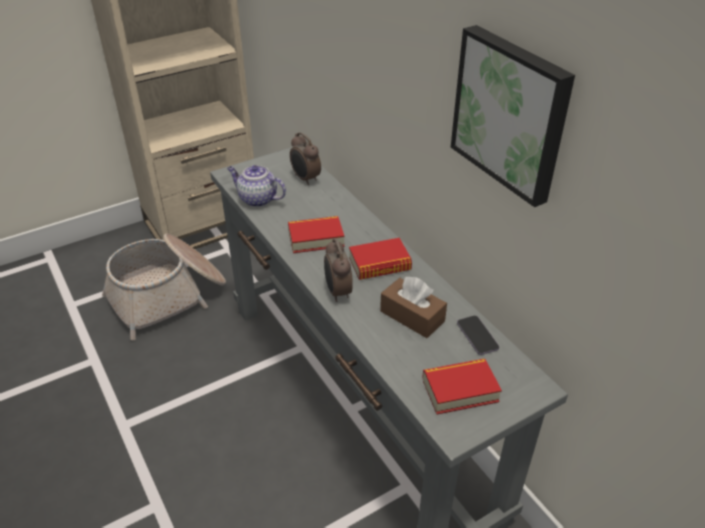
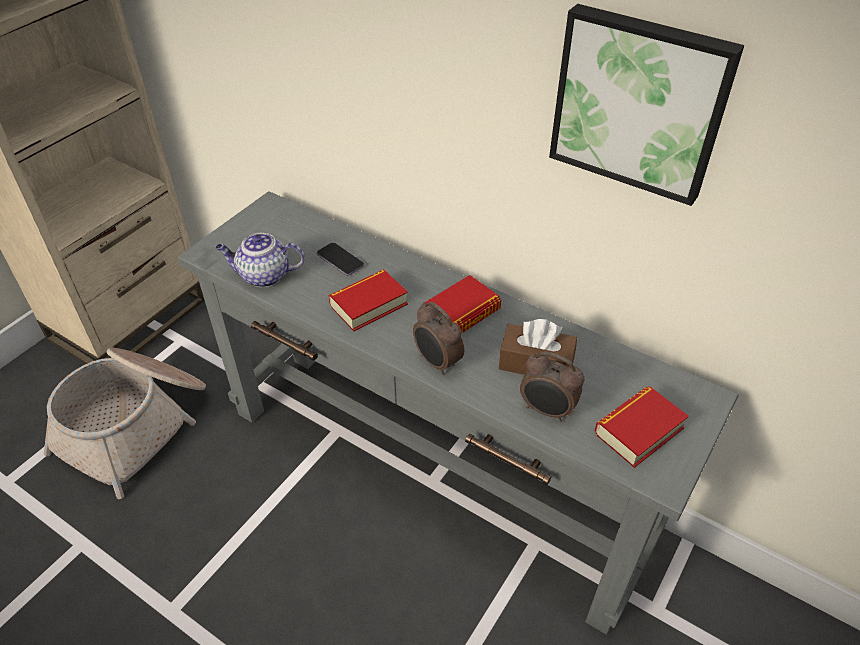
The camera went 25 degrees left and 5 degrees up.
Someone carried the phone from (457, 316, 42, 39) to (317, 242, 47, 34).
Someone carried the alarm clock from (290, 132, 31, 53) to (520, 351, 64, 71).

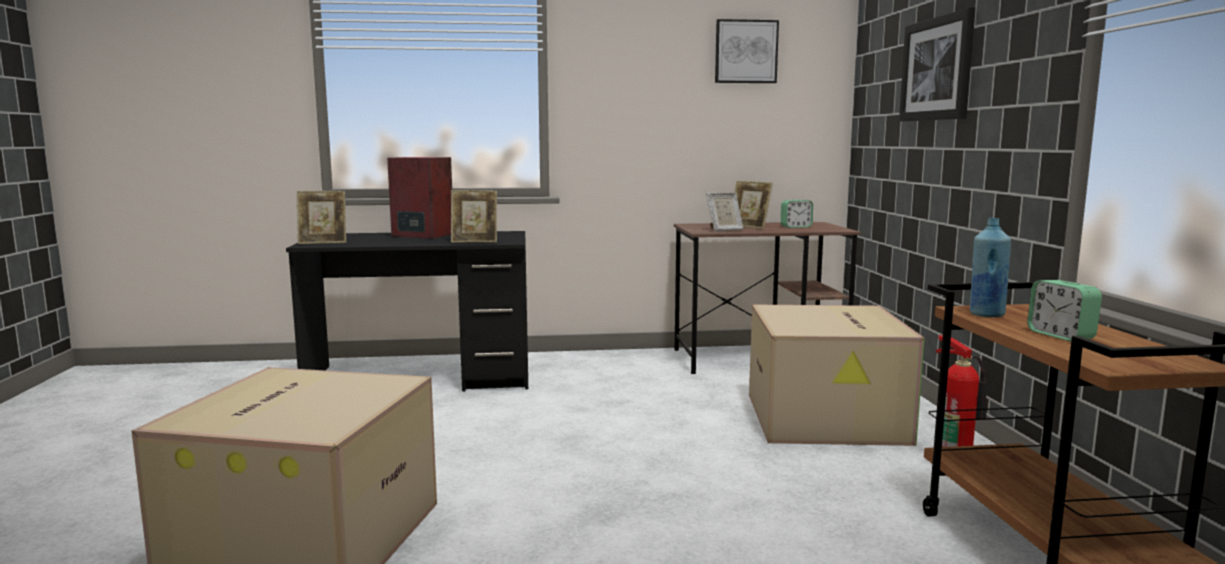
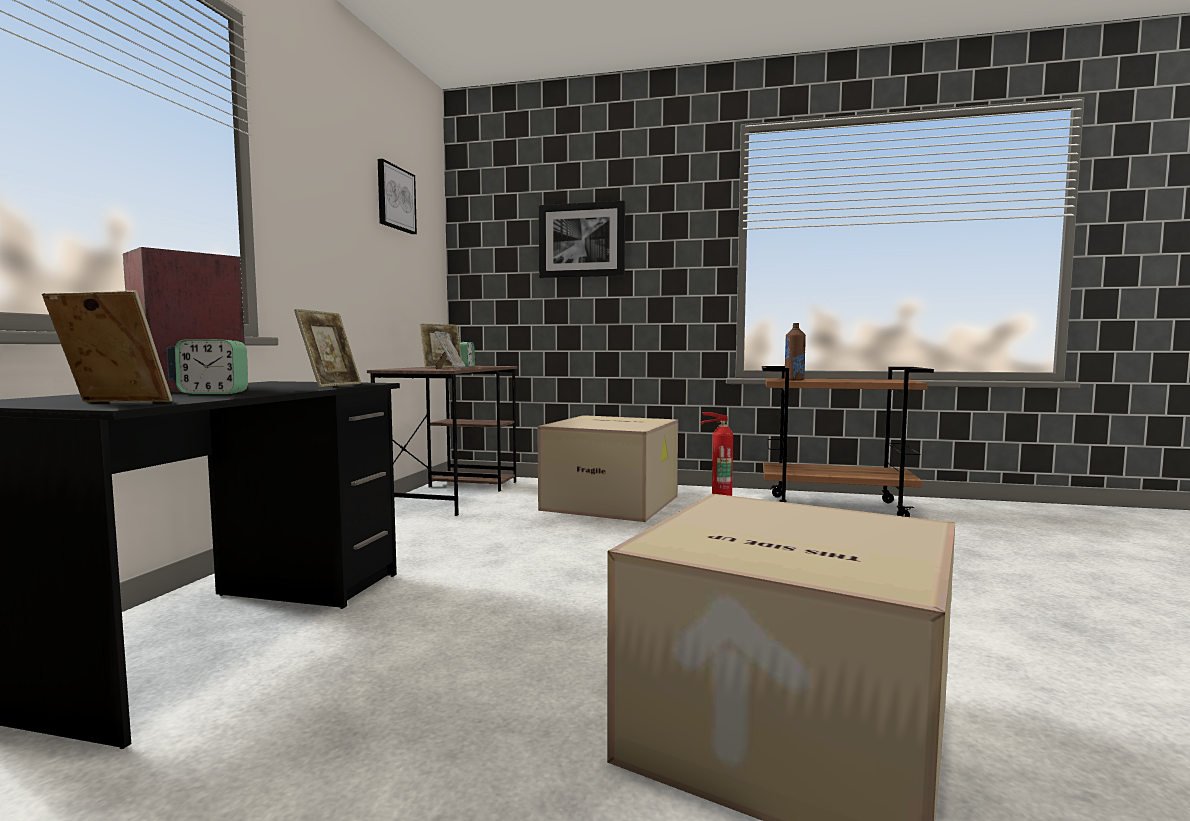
The camera went 70 degrees left and 5 degrees down.
Someone rotated the picture frame at (297, 191, 49, 53) by 90 degrees counterclockwise.
Someone carried the alarm clock from (1027, 280, 75, 62) to (175, 339, 73, 55).
Someone repainted the bottle in blue at (970, 218, 41, 99), which became the bottle in brown at (784, 323, 22, 58).

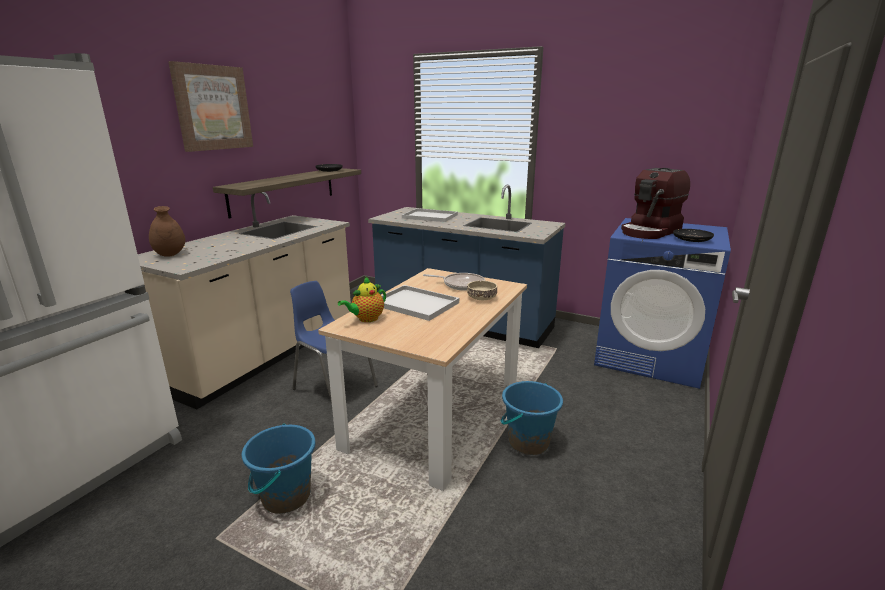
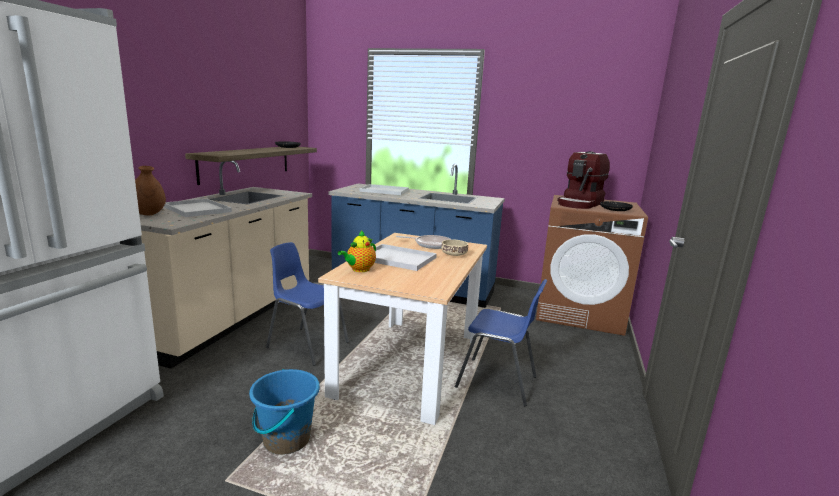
The camera went 10 degrees left and 5 degrees down.
Someone put down the tray in white at (164, 199, 68, 18).
Someone swapped the bucket in blue at (501, 381, 62, 74) for the chair in blue at (455, 279, 93, 127).
Someone repainted the washing machine in blue at (594, 218, 137, 171), which became the washing machine in brown at (536, 195, 112, 141).
Someone took away the picture at (168, 61, 85, 91).

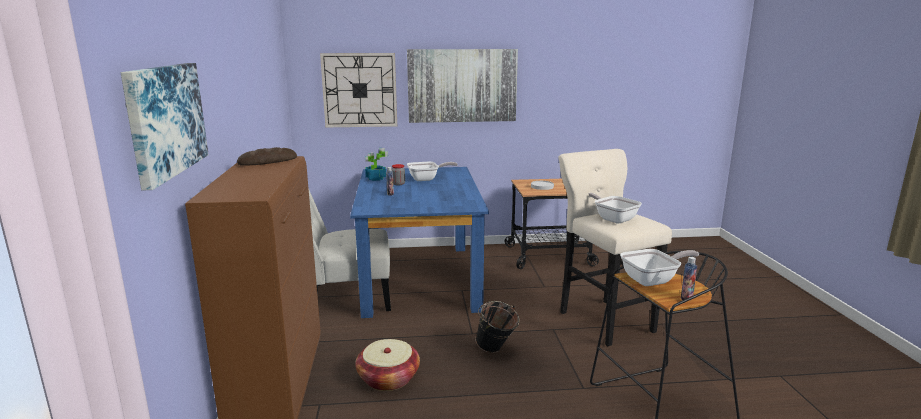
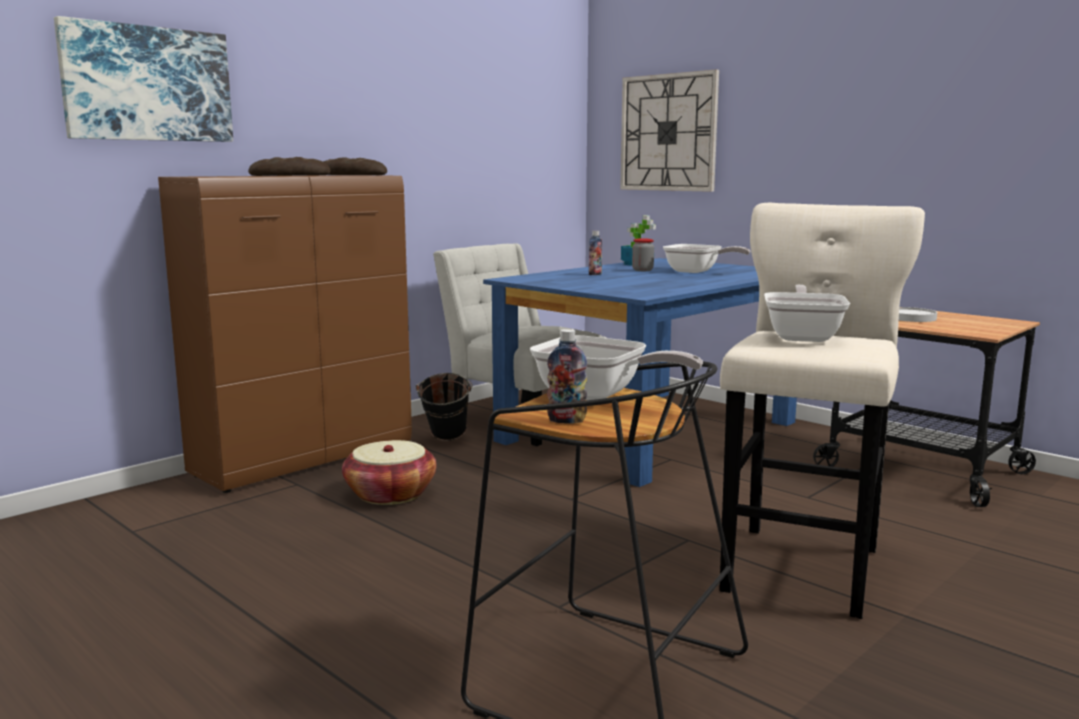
The camera went 50 degrees right and 5 degrees down.
Someone put down the bread at (248, 157, 83, 19).
Someone carried the bucket in black from (475, 301, 45, 52) to (416, 373, 56, 68).
Someone took away the picture at (407, 49, 111, 74).

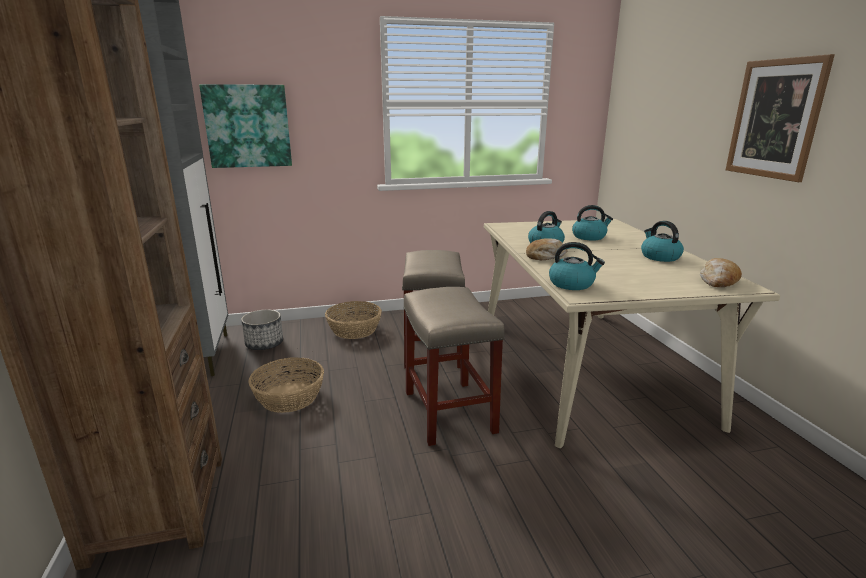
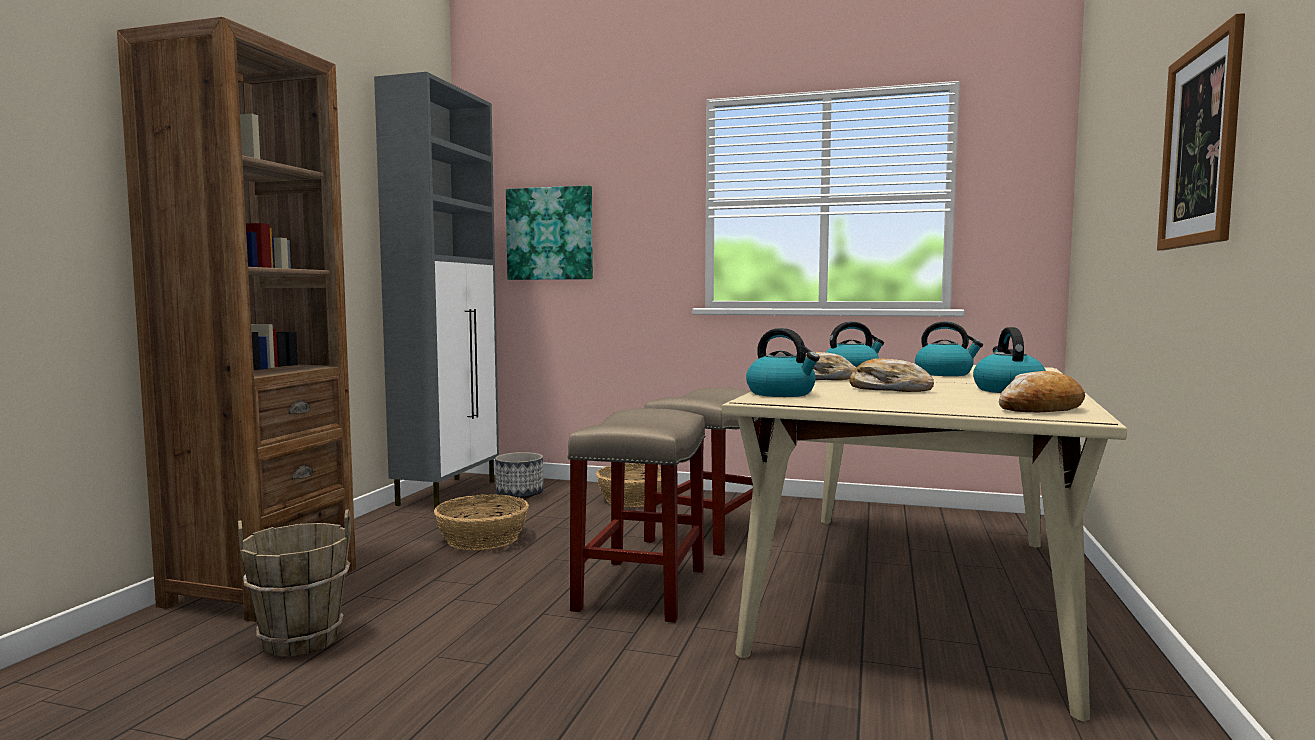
The camera went 30 degrees right and 15 degrees down.
Someone put down the bucket in brown at (238, 509, 113, 148).
Someone put down the bread at (850, 359, 84, 33).

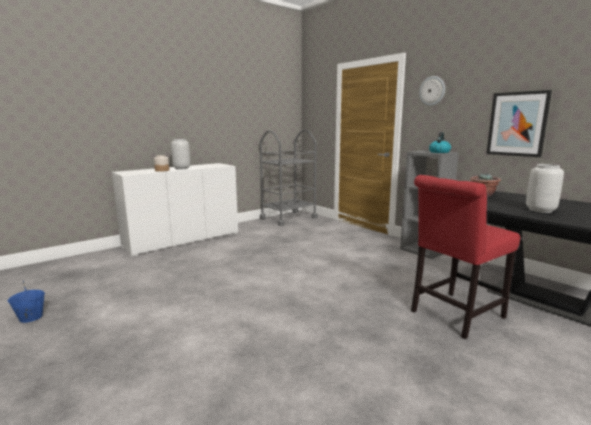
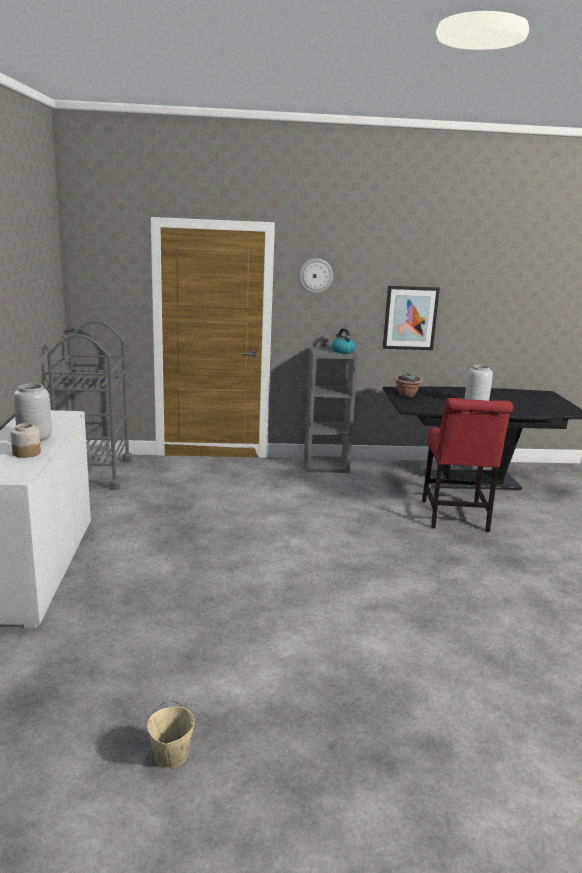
The camera went 55 degrees left and 5 degrees up.
Someone repainted the bucket in blue at (7, 280, 38, 43), which became the bucket in beige at (147, 700, 48, 68).

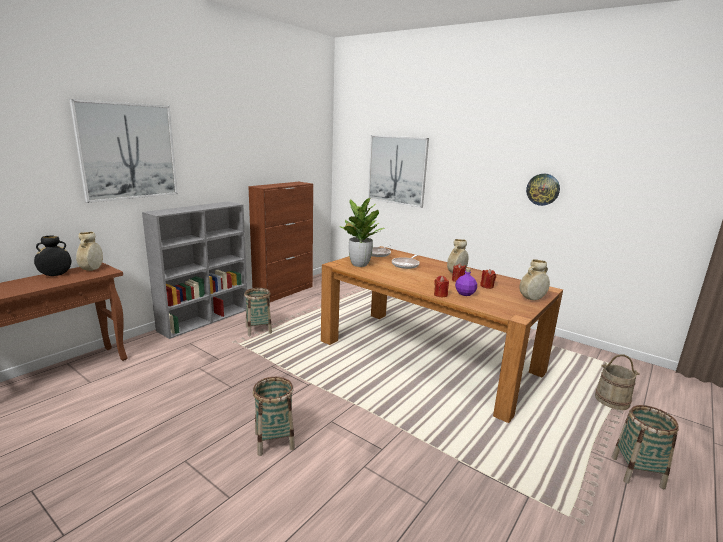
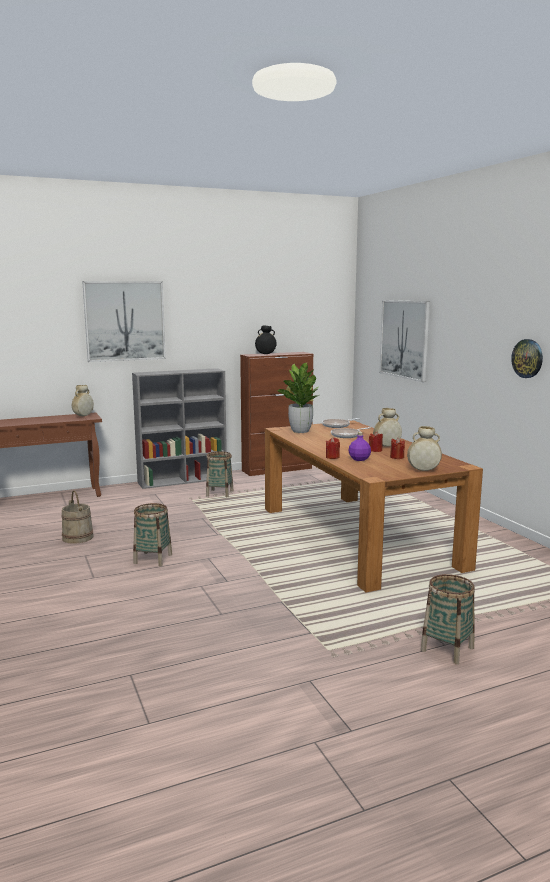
The camera went 30 degrees right and 5 degrees down.
Someone carried the bucket in beige from (595, 355, 45, 55) to (62, 491, 31, 53).
Someone carried the vase in black from (34, 235, 38, 41) to (255, 326, 22, 28).

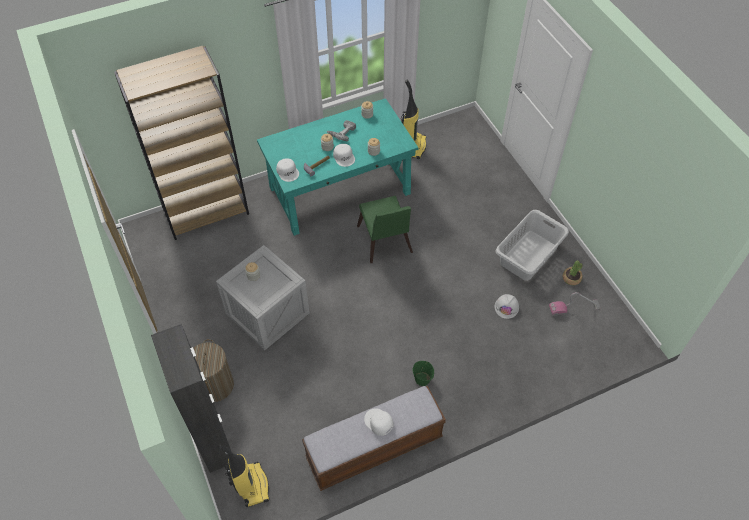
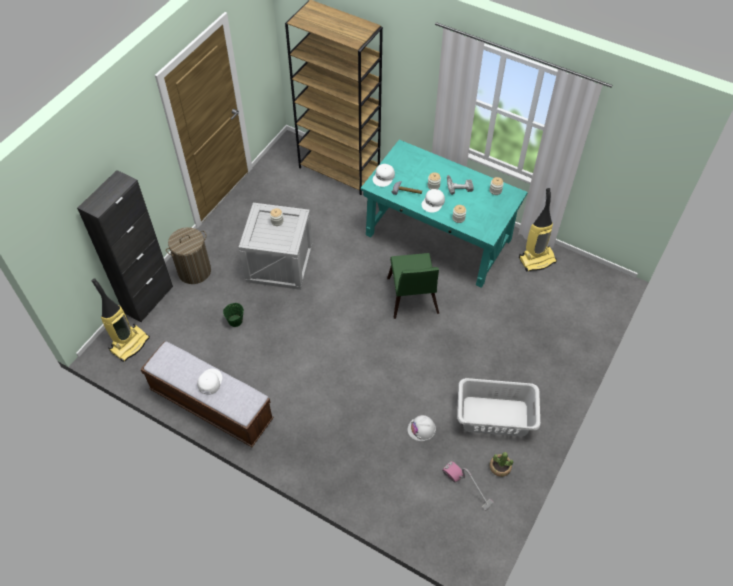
The camera went 55 degrees right and 0 degrees up.
Someone carried the bucket in green from (413, 361, 21, 25) to (223, 303, 21, 24).
Someone rotated the chair in green at (357, 196, 56, 67) by 45 degrees counterclockwise.

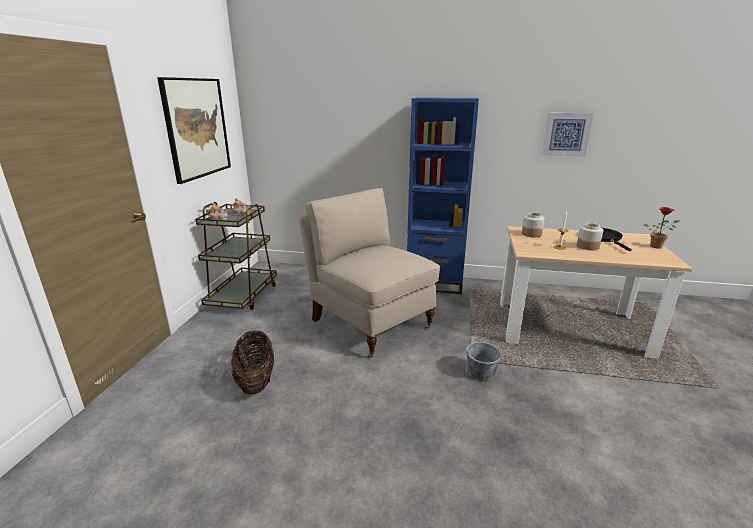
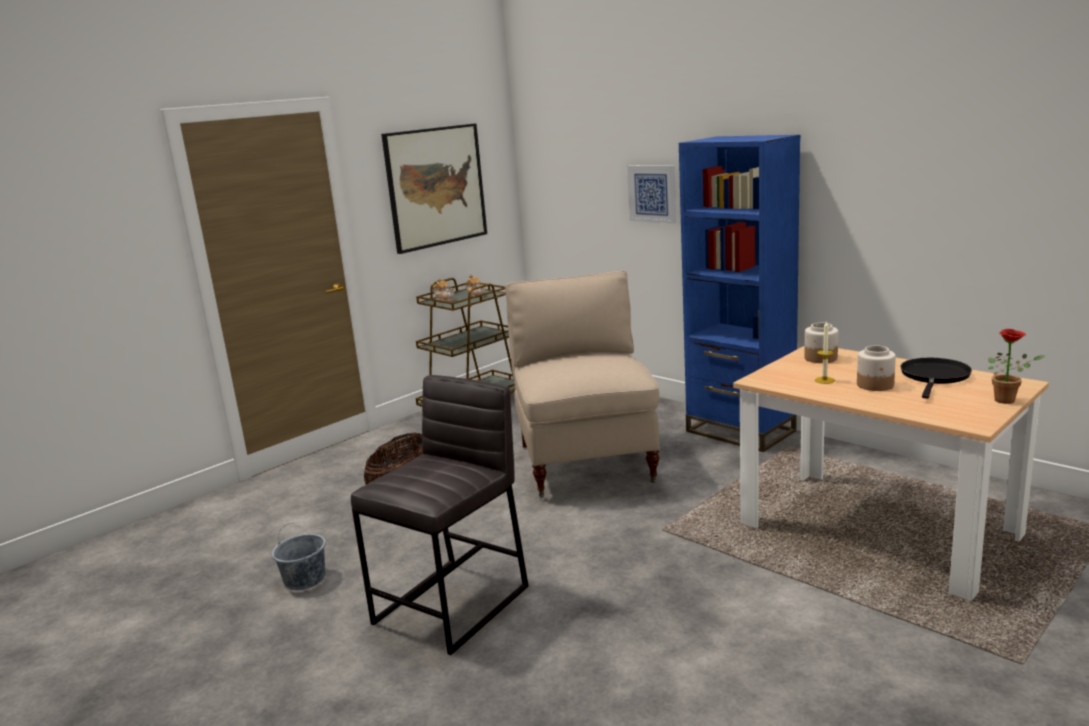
The camera went 35 degrees right and 5 degrees down.
Someone carried the bucket in grey from (466, 337, 36, 44) to (272, 523, 54, 67).
Someone put down the stool in grey at (351, 375, 178, 280).
Someone carried the picture from (542, 113, 51, 43) to (627, 165, 49, 59).

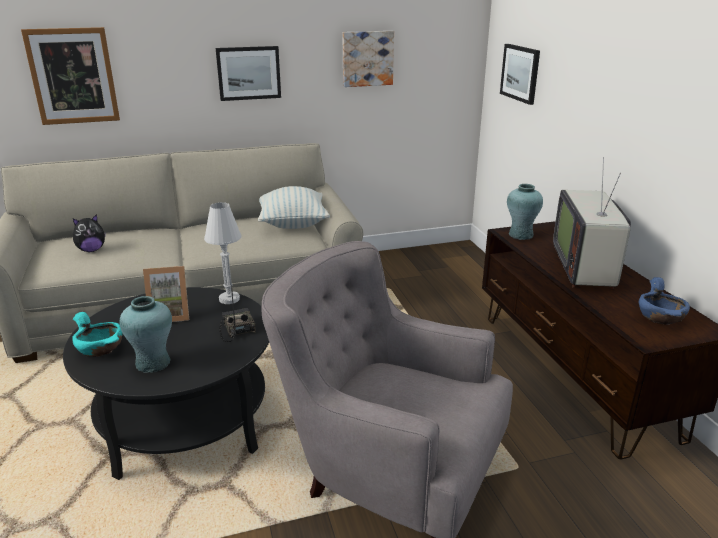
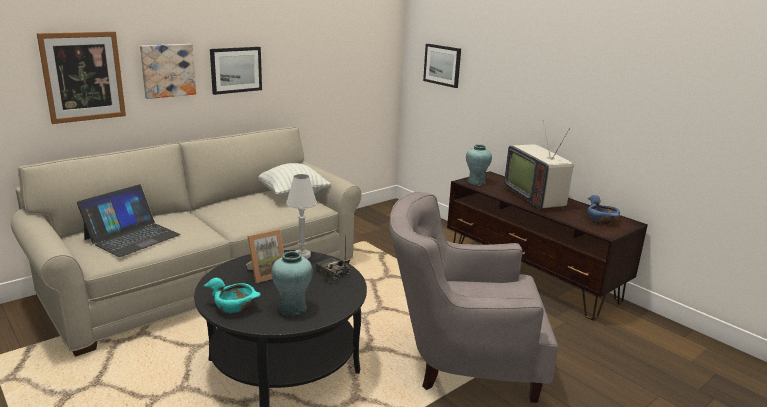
The camera went 25 degrees left and 5 degrees down.
Someone swapped the plush toy at (73, 214, 33, 38) for the laptop at (77, 184, 104, 73).
Someone carried the picture from (342, 31, 52, 56) to (140, 44, 56, 55).

